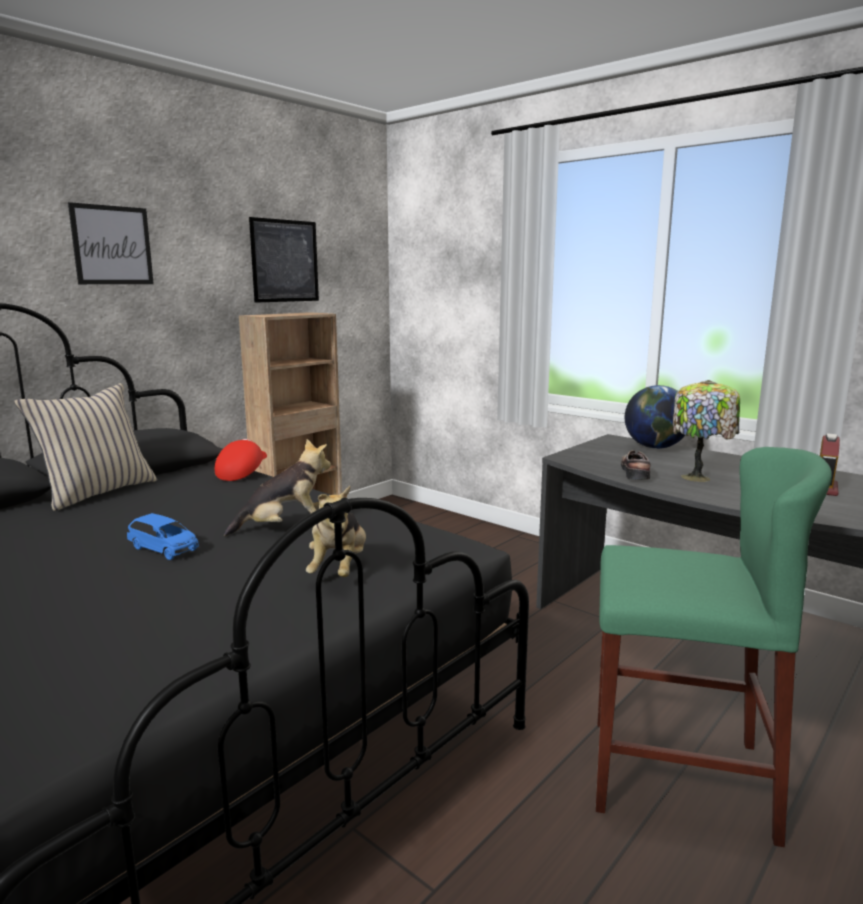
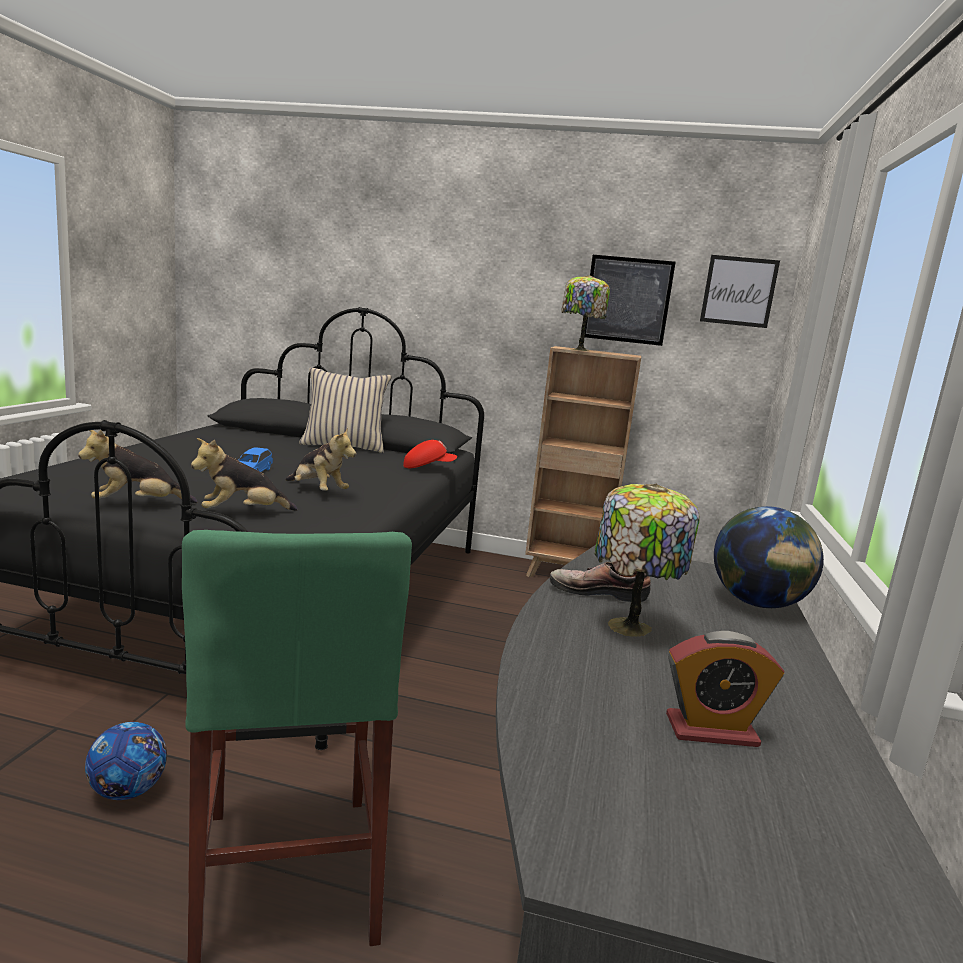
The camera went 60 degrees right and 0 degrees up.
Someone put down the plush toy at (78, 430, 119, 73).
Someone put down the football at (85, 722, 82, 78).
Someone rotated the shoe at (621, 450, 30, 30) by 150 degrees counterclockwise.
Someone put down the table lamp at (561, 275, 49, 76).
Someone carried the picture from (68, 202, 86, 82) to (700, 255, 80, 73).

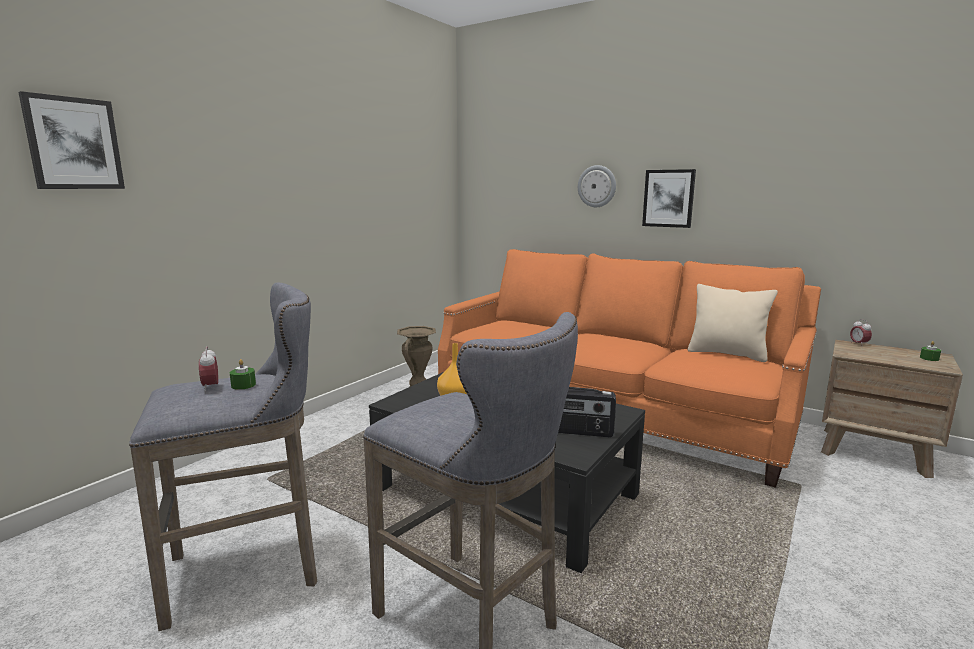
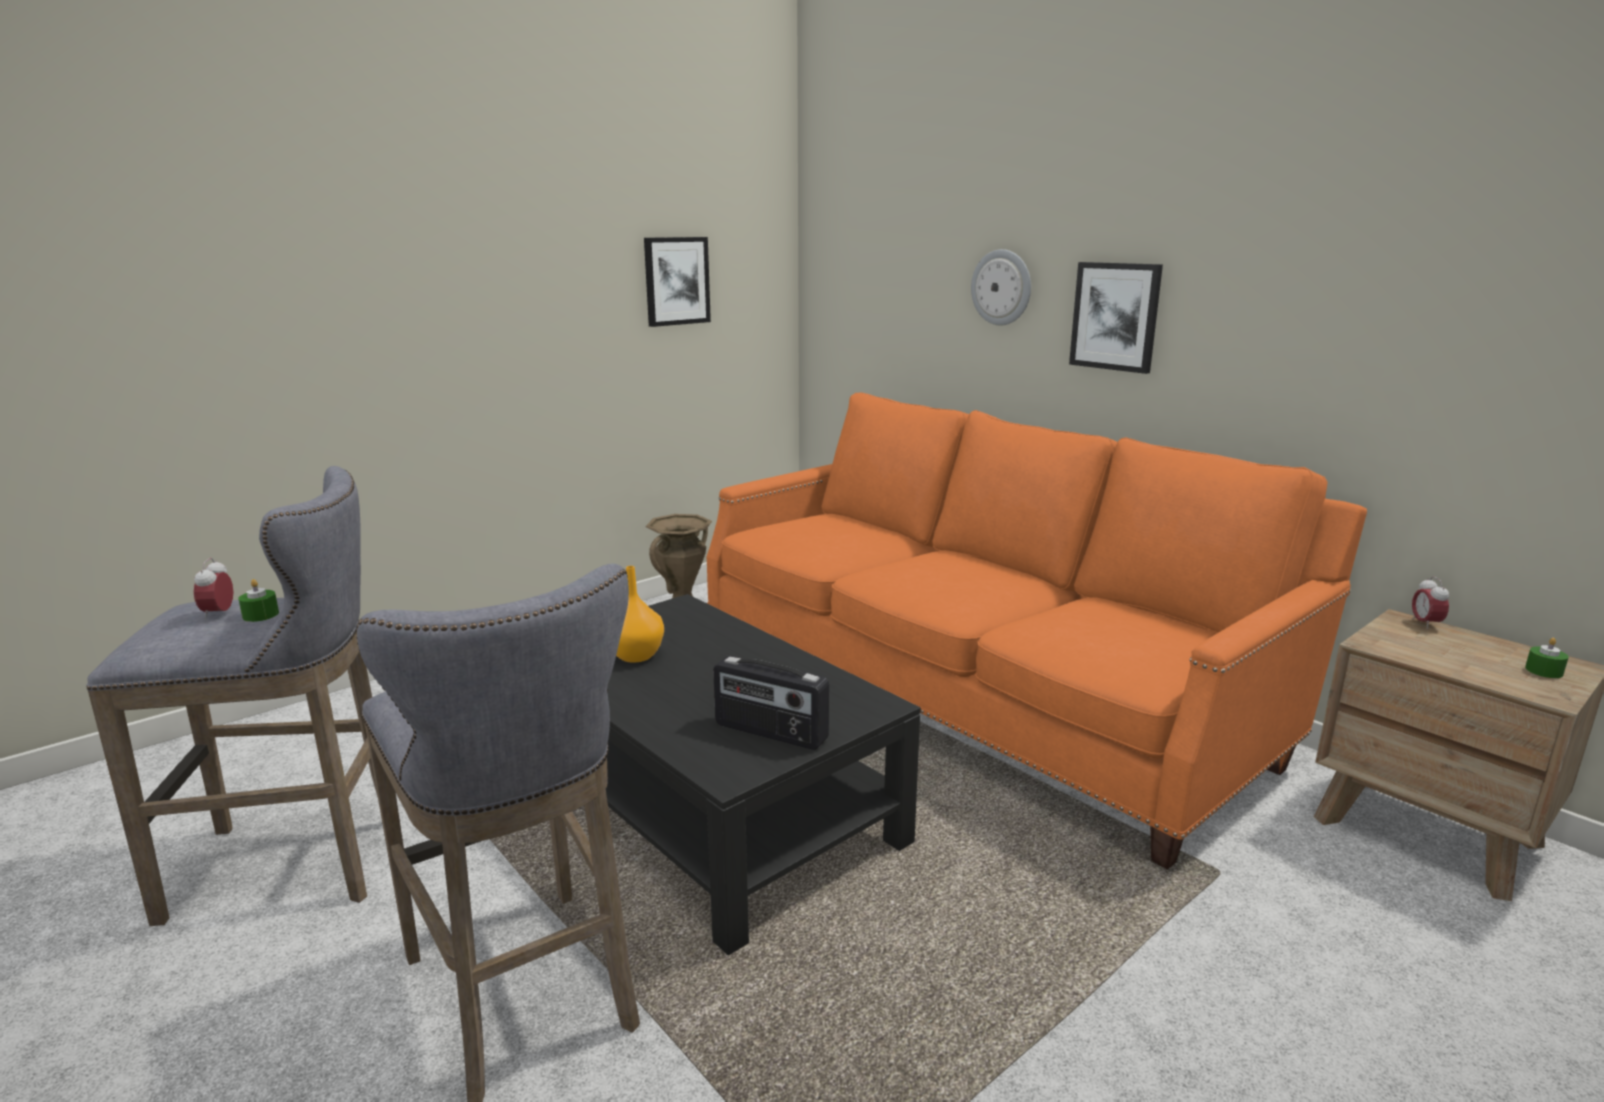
The camera went 15 degrees right and 5 degrees up.
Someone carried the picture from (18, 91, 107, 98) to (644, 237, 67, 90).
Someone took away the pillow in beige at (688, 284, 90, 78).

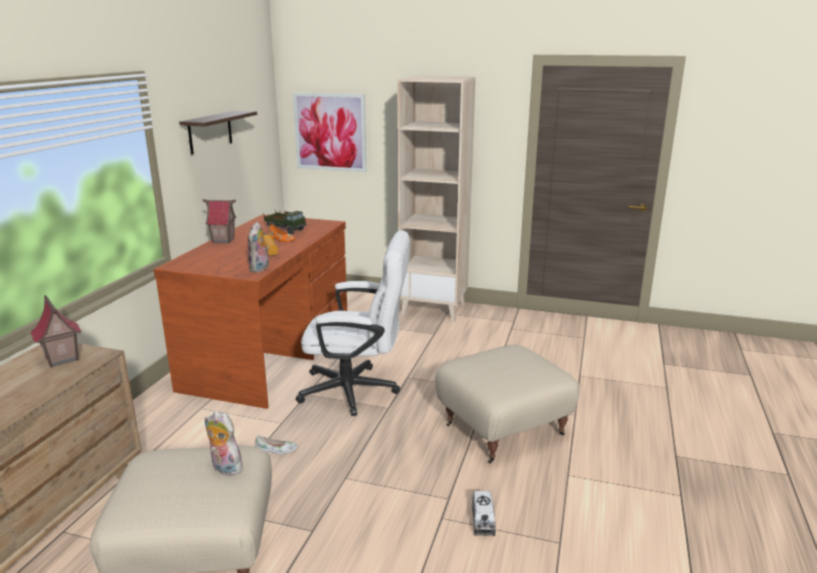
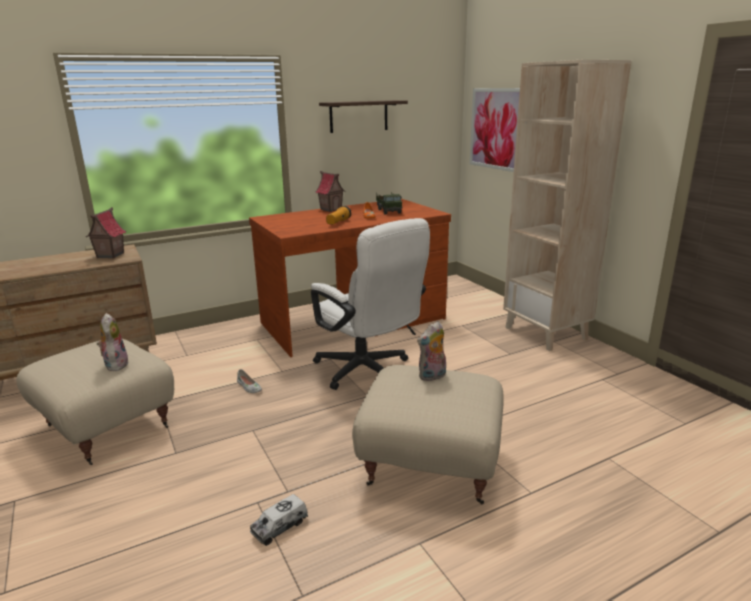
The camera went 45 degrees right and 0 degrees up.
Someone carried the plush toy from (248, 222, 21, 51) to (417, 321, 29, 60).

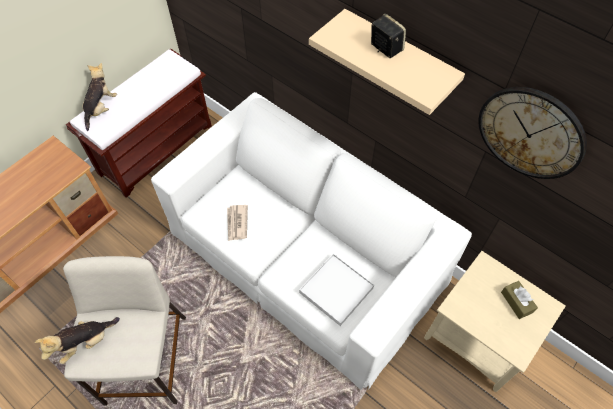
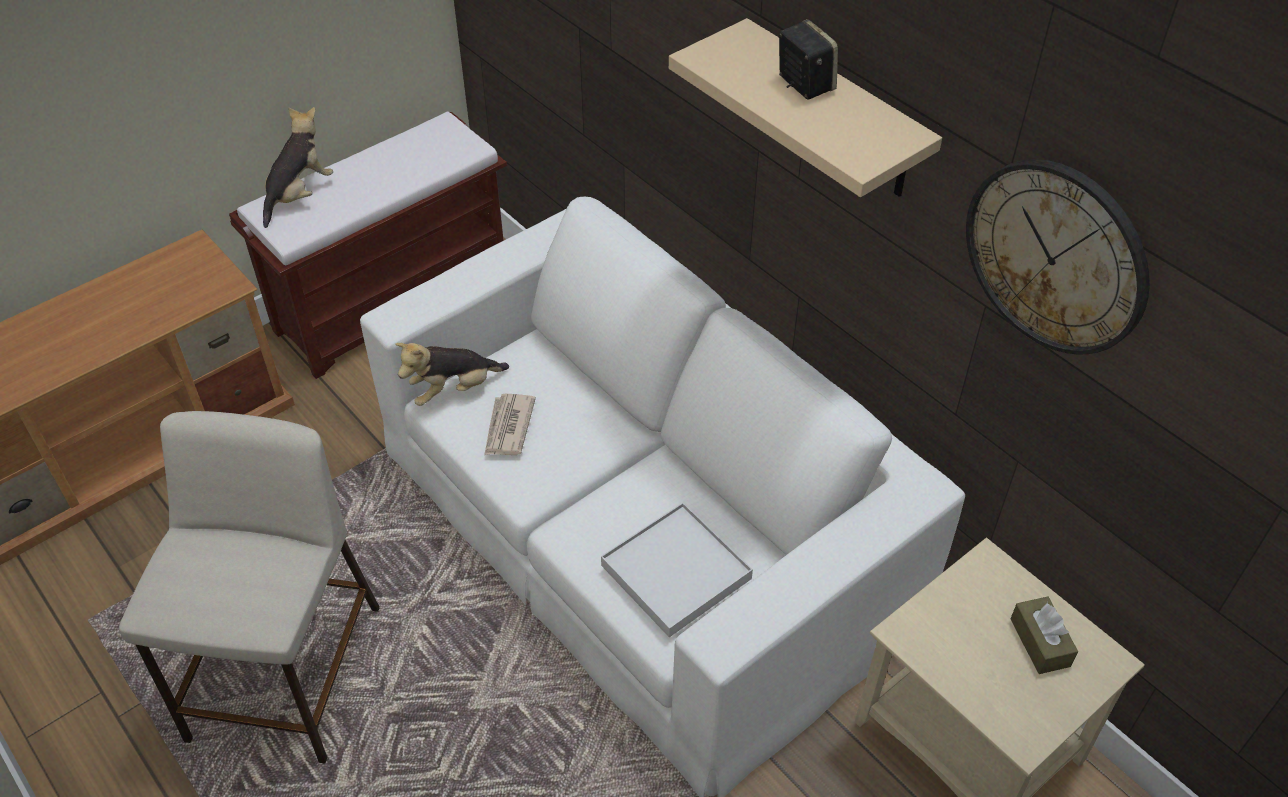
The camera went 10 degrees right and 10 degrees down.
Someone carried the plush toy from (35, 317, 85, 47) to (395, 343, 114, 63).

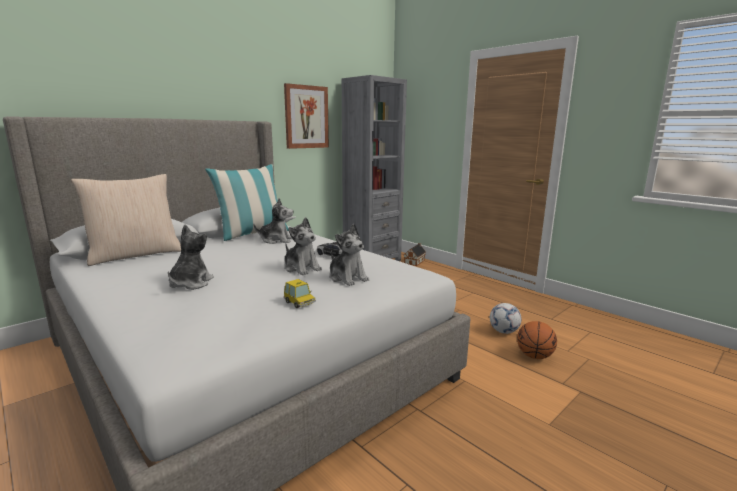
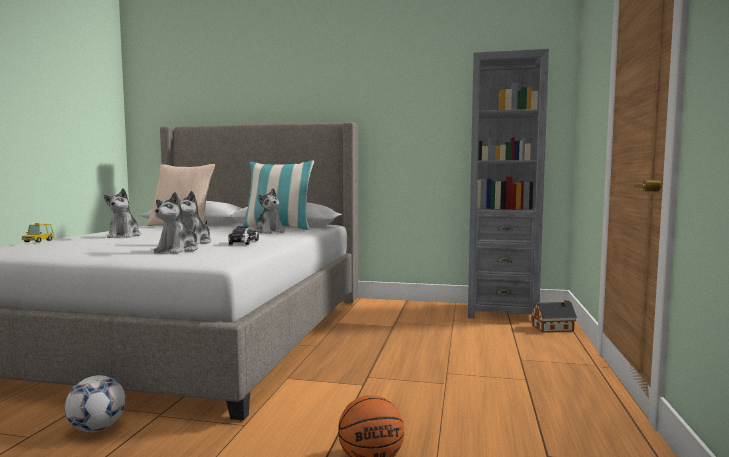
The camera went 55 degrees right and 10 degrees down.
Someone carried the toy car from (284, 279, 32, 29) to (22, 223, 33, 19).
Someone carried the football from (490, 303, 32, 31) to (64, 375, 61, 57).
Someone rotated the plush toy at (168, 225, 46, 65) by 105 degrees clockwise.
Someone took away the picture at (284, 83, 45, 66).

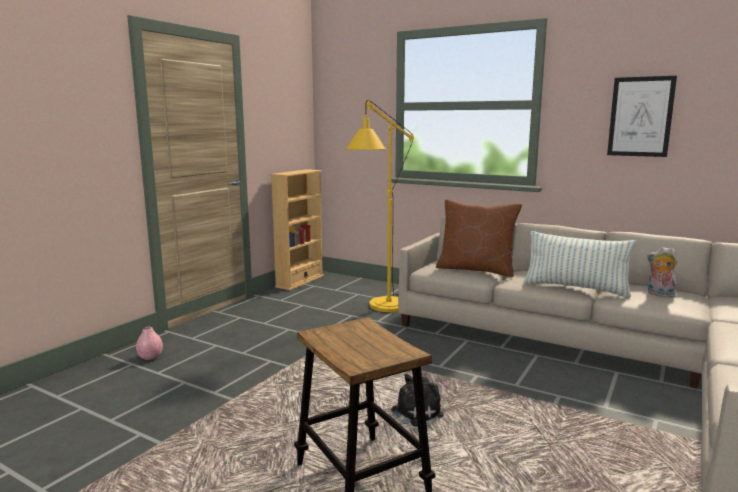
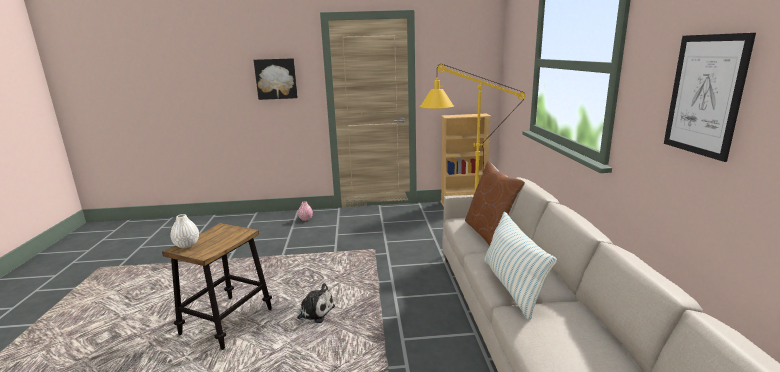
The camera went 55 degrees right and 5 degrees up.
Someone put down the vase in white at (171, 214, 28, 34).
Someone put up the picture at (254, 58, 44, 42).
Someone took away the plush toy at (647, 247, 31, 51).

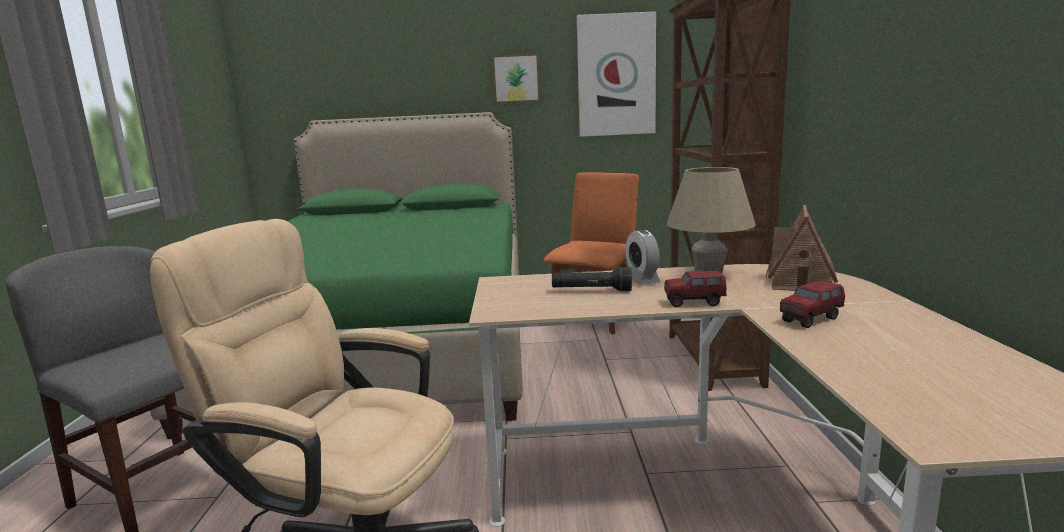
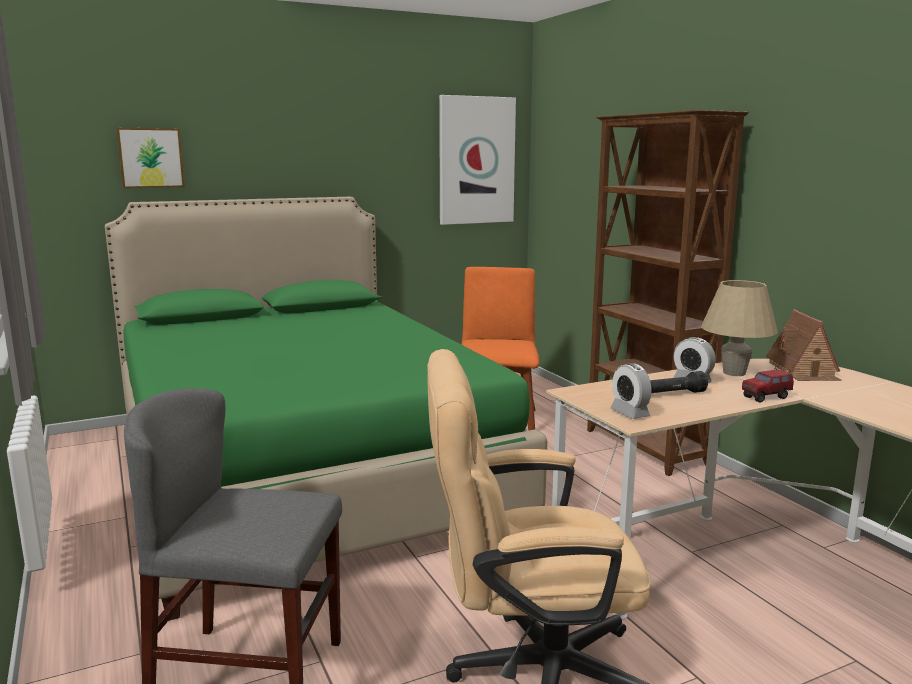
The camera went 25 degrees left and 0 degrees up.
Someone carried the picture from (492, 54, 48, 49) to (116, 128, 69, 60).
Someone put down the alarm clock at (610, 363, 42, 56).
Someone took away the toy truck at (780, 280, 65, 48).

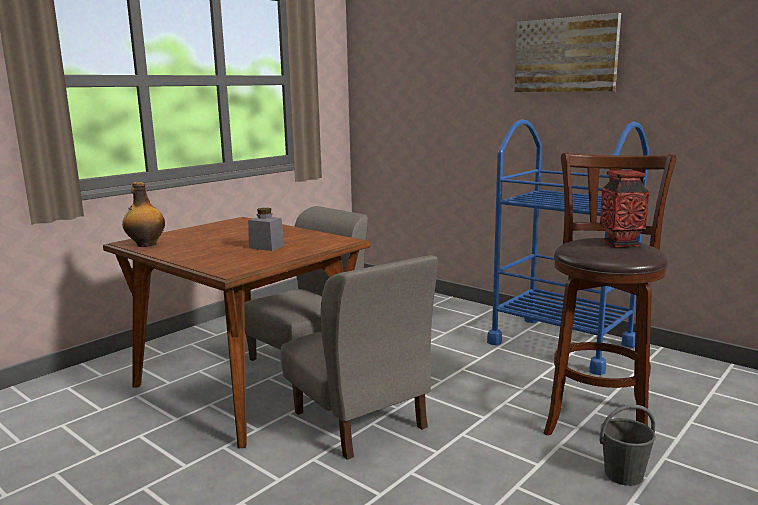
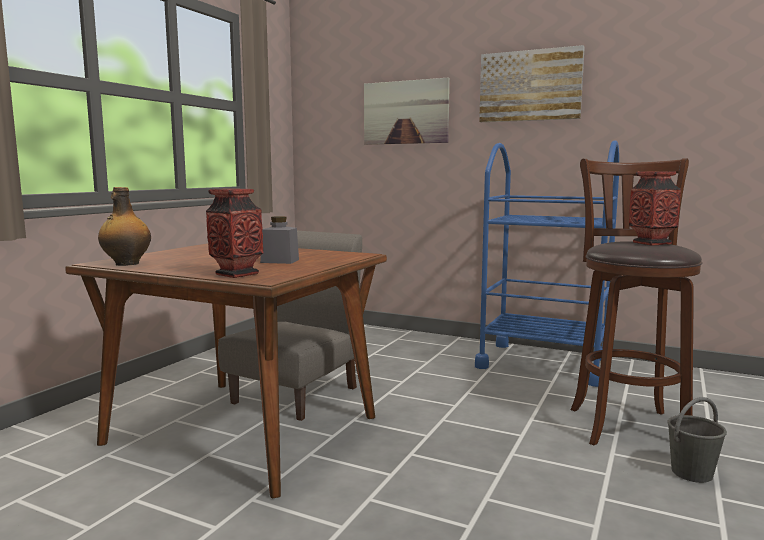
The camera went 15 degrees left and 5 degrees down.
Someone put down the vase at (206, 188, 58, 90).
Someone put up the picture at (364, 77, 86, 68).
Someone took away the chair in grey at (280, 255, 158, 205).

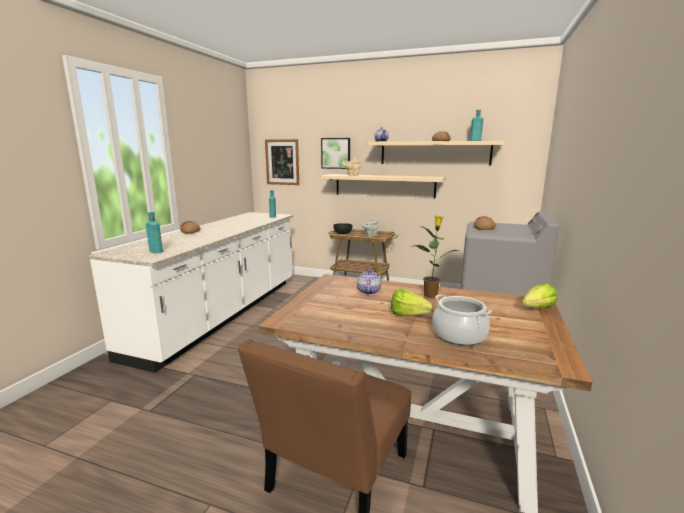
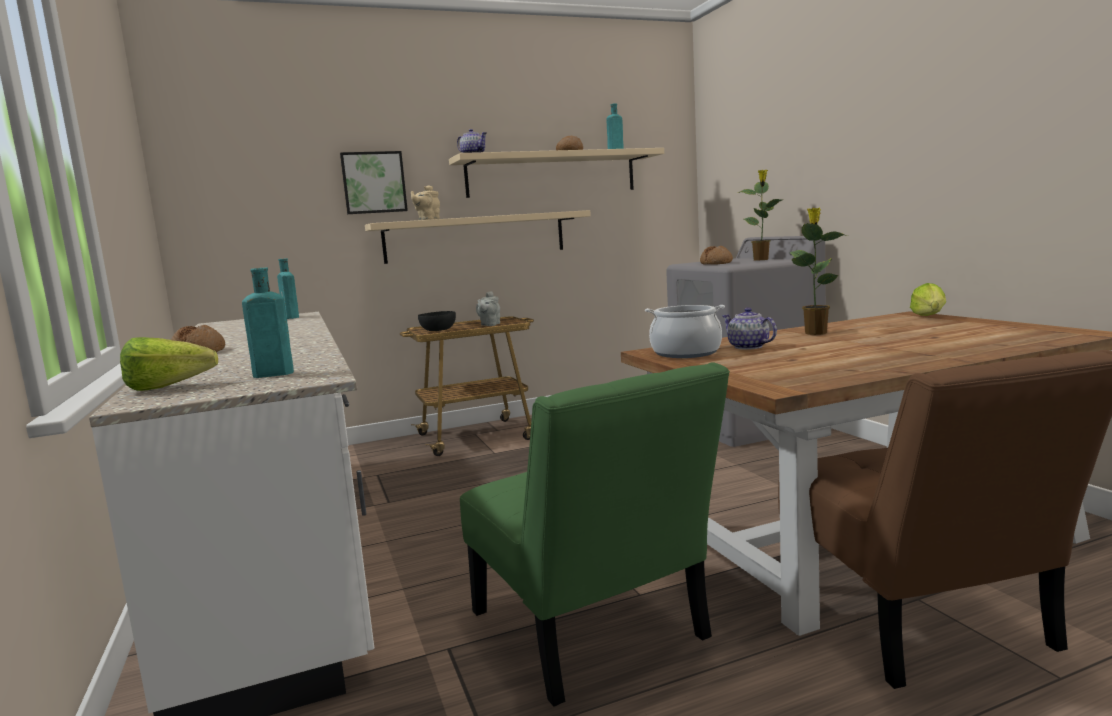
The camera went 40 degrees left and 5 degrees down.
Someone carried the lettuce from (391, 289, 43, 27) to (120, 337, 98, 54).
Someone put down the chair in green at (460, 362, 270, 345).
Someone carried the cooking pot from (432, 294, 60, 52) to (645, 305, 80, 53).
Someone put down the potted plant at (738, 170, 44, 91).
Someone took away the picture at (265, 139, 34, 46).

